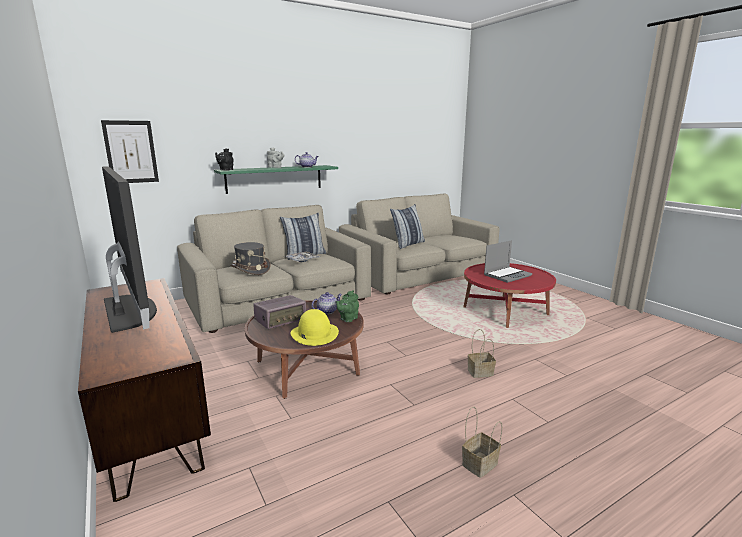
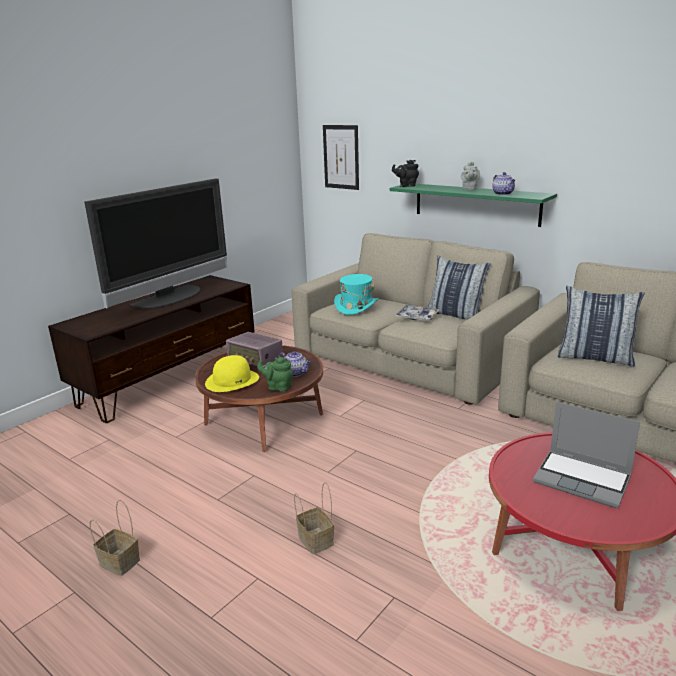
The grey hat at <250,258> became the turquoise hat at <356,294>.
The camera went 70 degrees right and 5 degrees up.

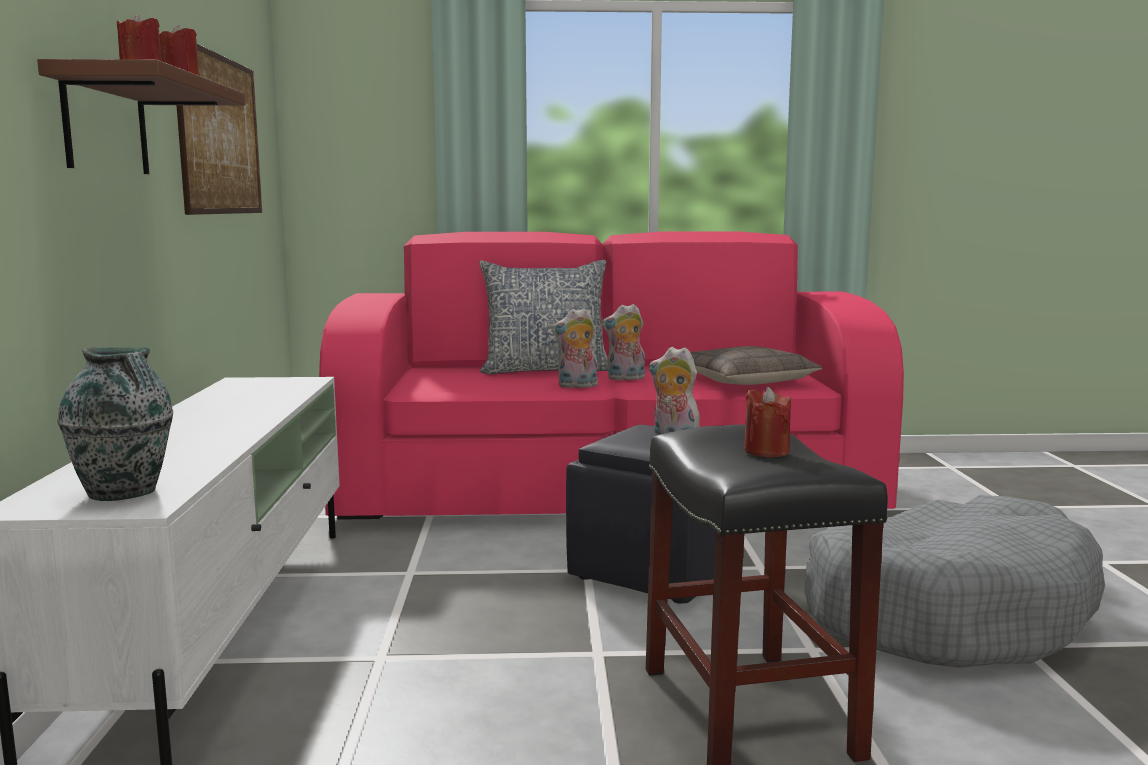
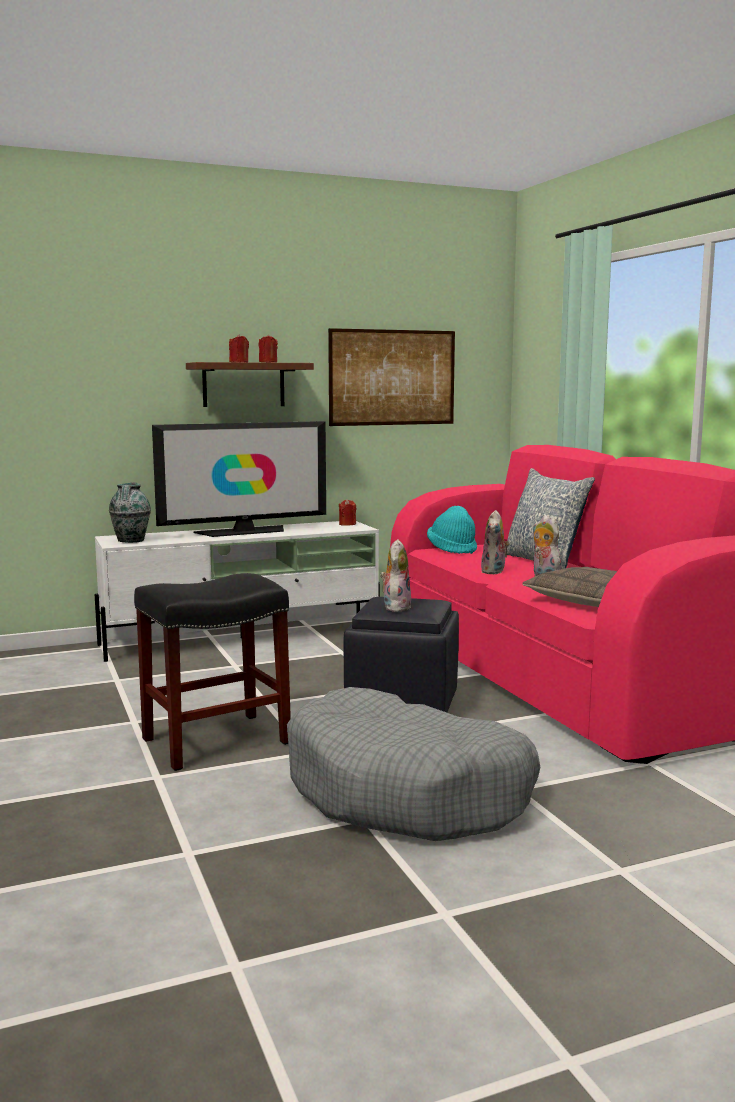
The plush toy at <574,348> turned 135 degrees counterclockwise.
The red candle moved from <767,422> to <348,512>.
The television at <239,479> appeared.
The turquoise hat at <452,530> appeared.
The camera went 70 degrees right and 0 degrees up.

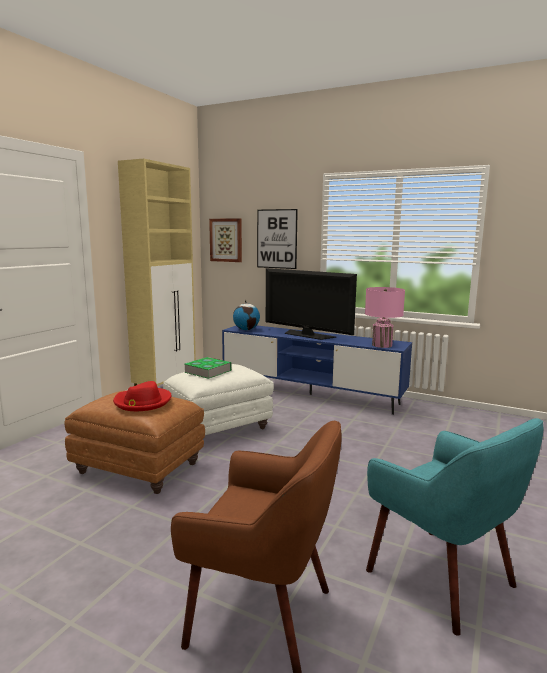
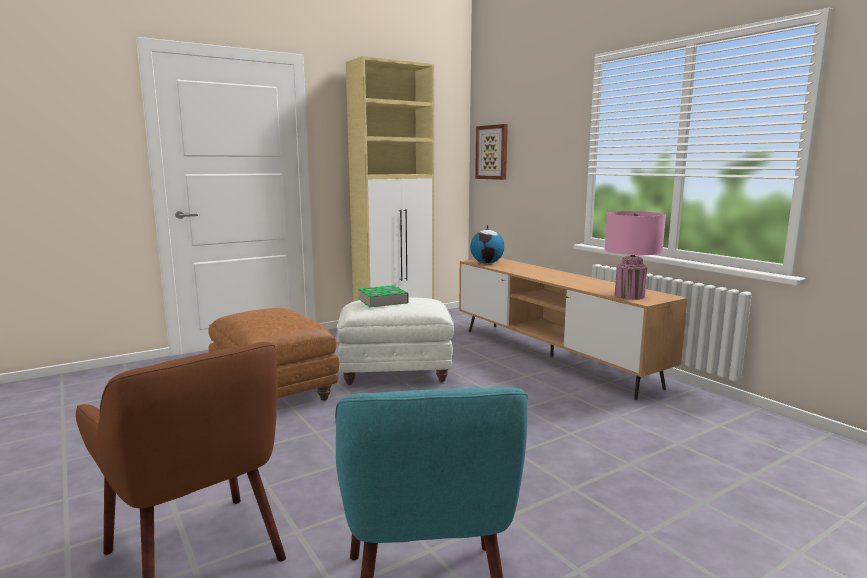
The picture at <277,239> disappeared.
The television at <311,304> disappeared.
The blue tv stand at <317,370> became the brown tv stand at <573,329>.
The red hat at <142,396> disappeared.
The camera went 30 degrees right and 0 degrees up.

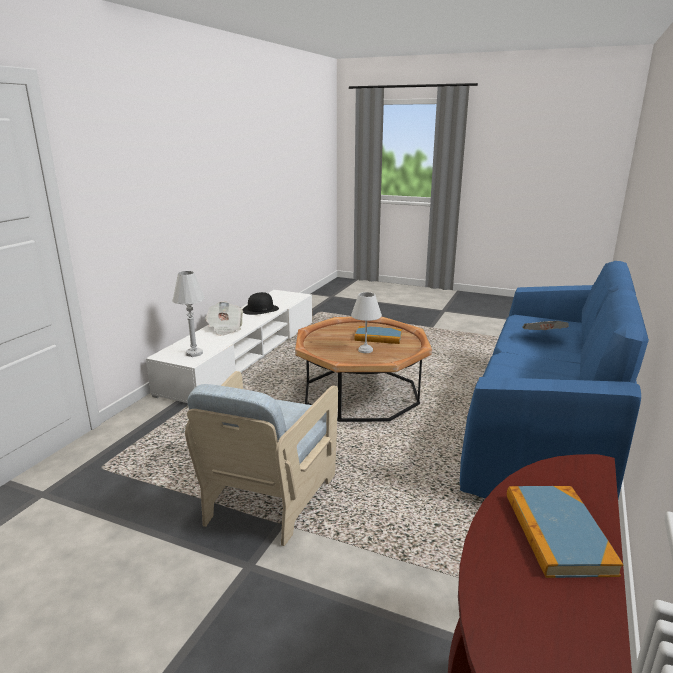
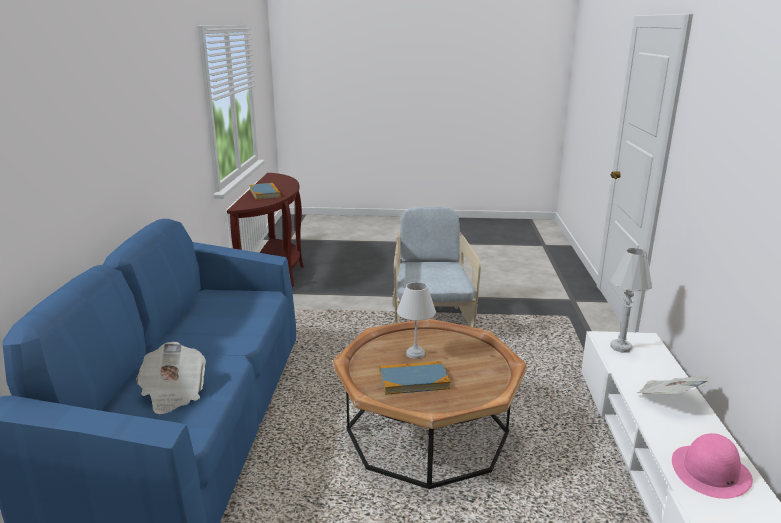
The black hat at <260,303> became the pink hat at <712,466>.
The camera went 160 degrees right and 0 degrees up.

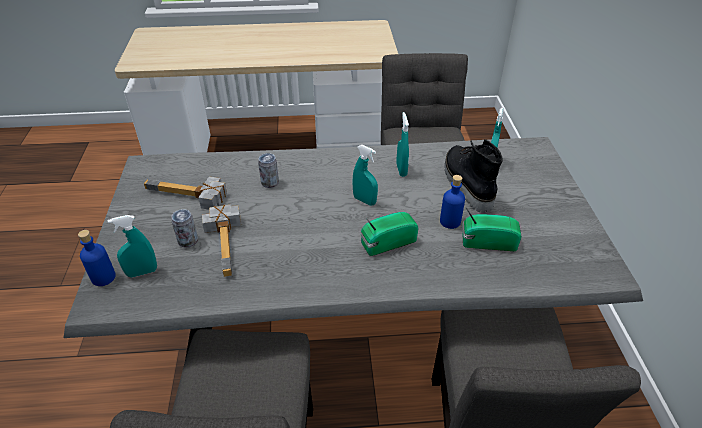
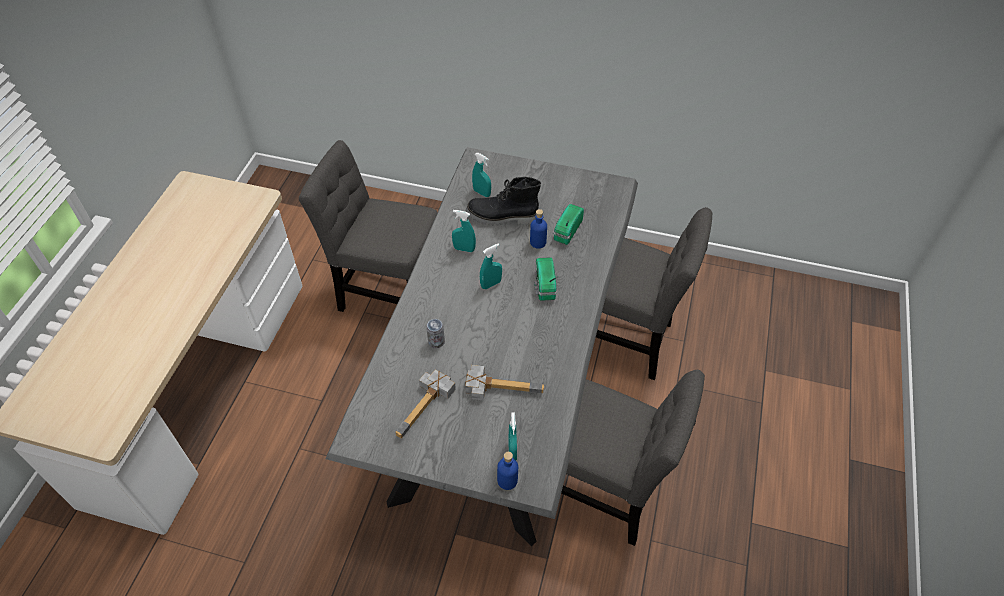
The can at <184,228> disappeared.
The camera went 70 degrees left and 10 degrees up.

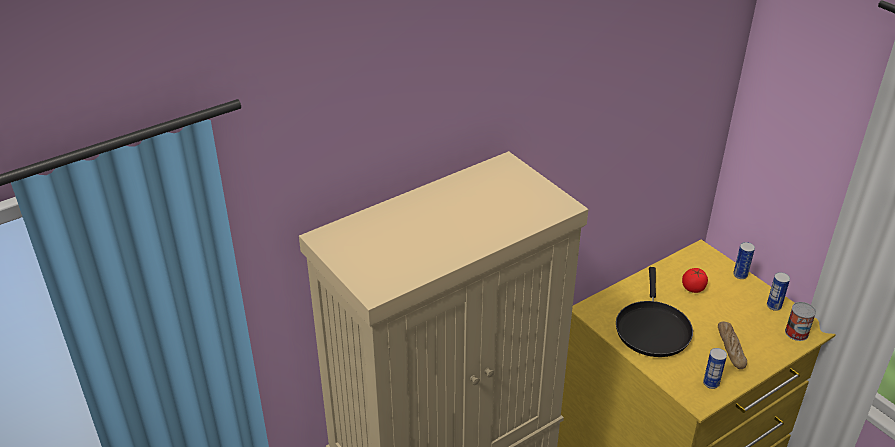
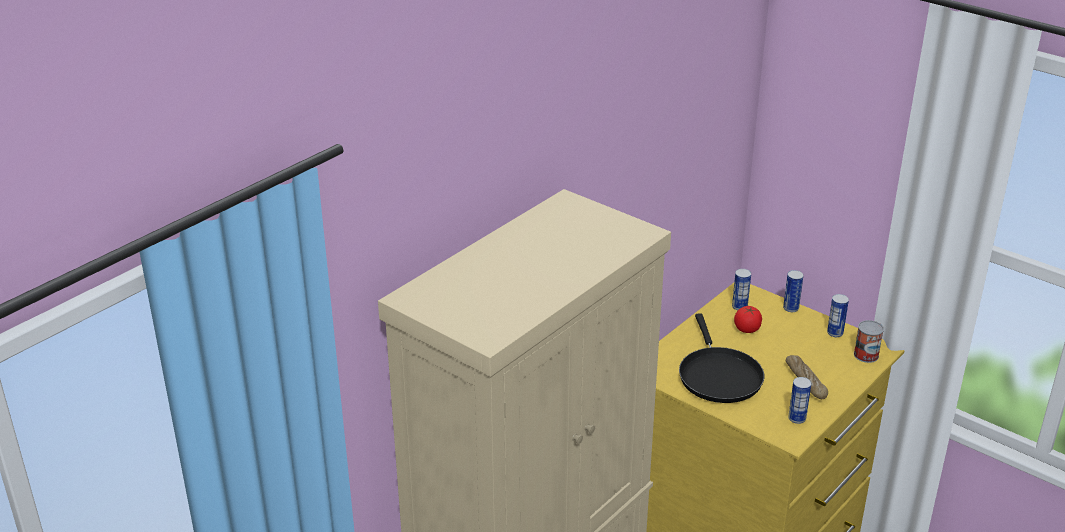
The can at <741,289> appeared.
The camera went 15 degrees left and 5 degrees down.

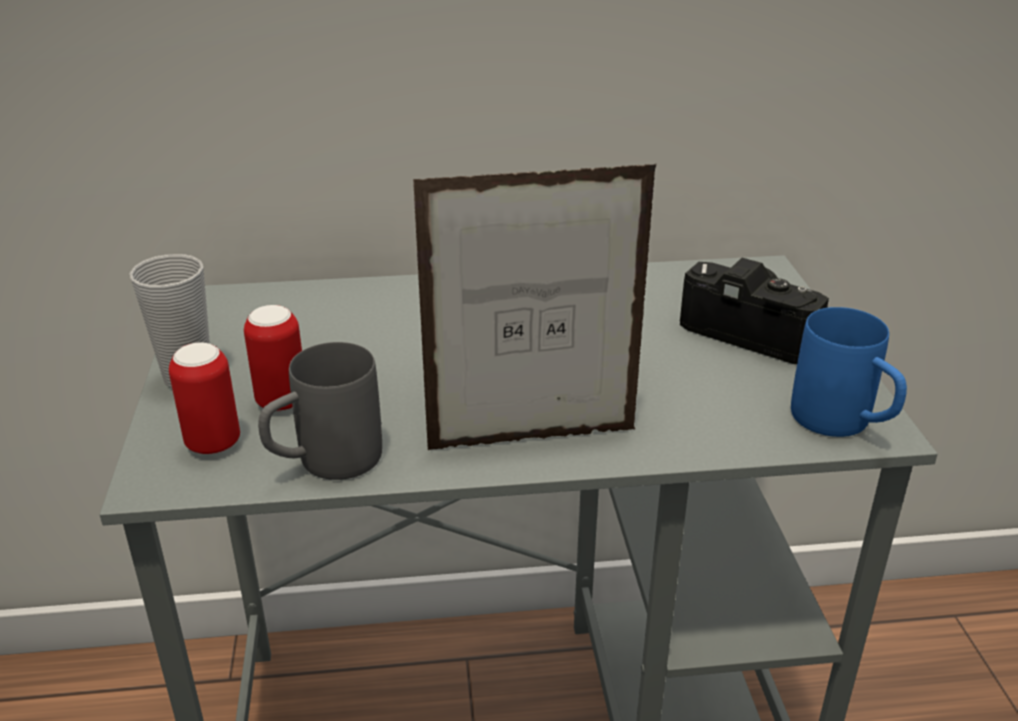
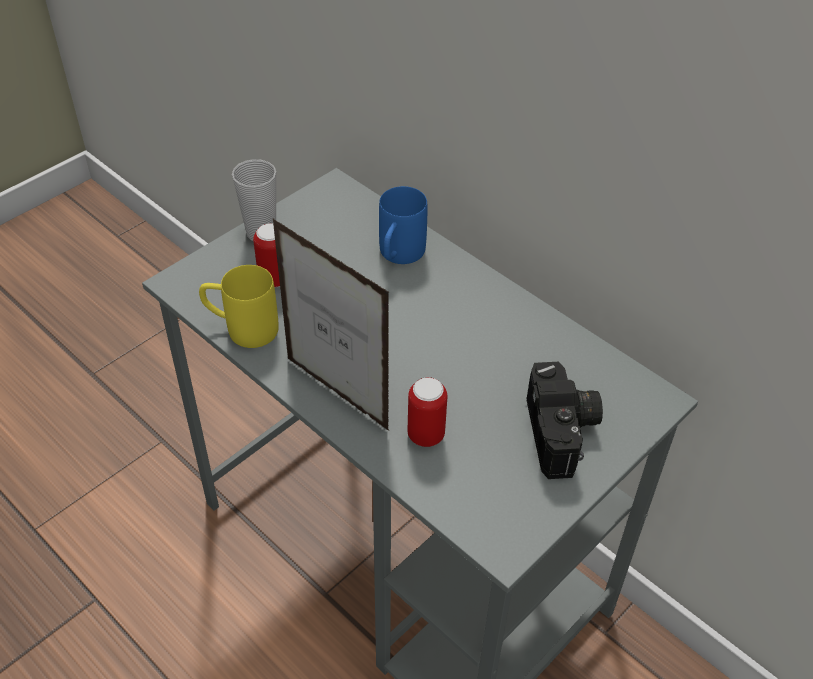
The blue mug moved from <849,372> to <403,225>.
The grey mug at <320,411> became the yellow mug at <239,306>.
The can moved from <204,399> to <427,412>.
The camera went 50 degrees right and 15 degrees up.

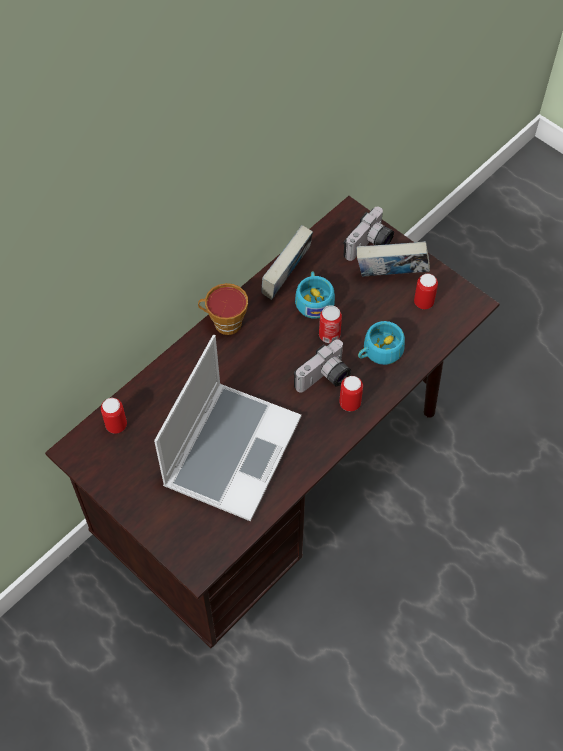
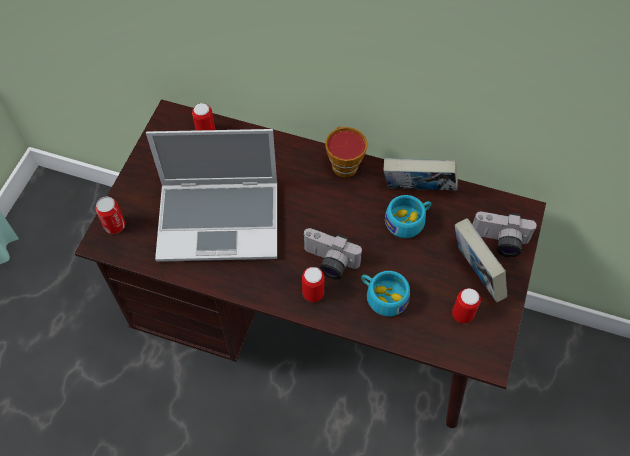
The can moved from <330,324> to <110,215>.
The camera went 65 degrees right and 0 degrees up.

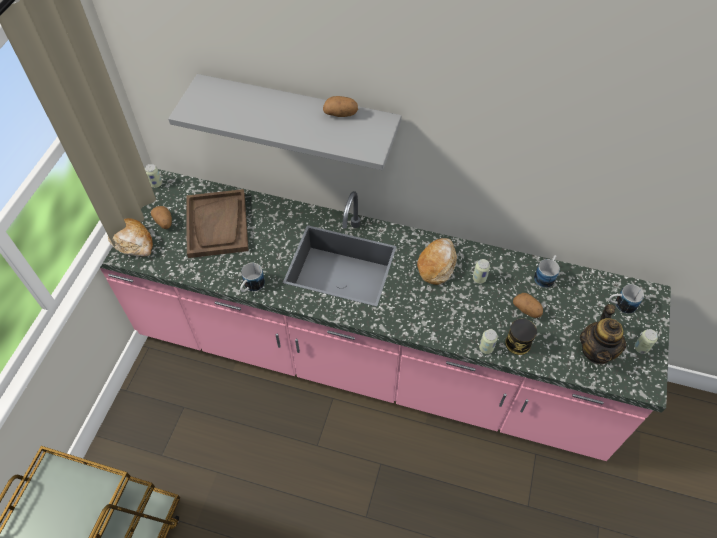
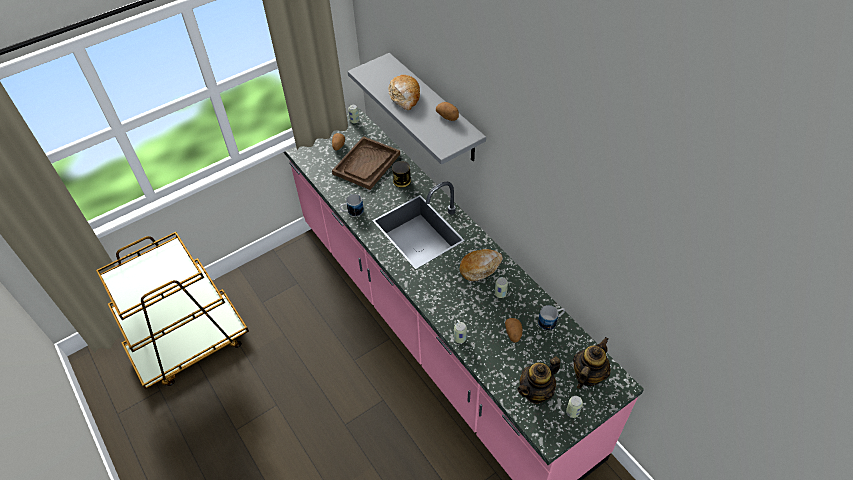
The bread moved from <130,237> to <404,92>.
The mug at <626,299> was replaced by the teapot at <592,363>.
The can moved from <521,336> to <401,174>.
The camera went 40 degrees right and 5 degrees down.

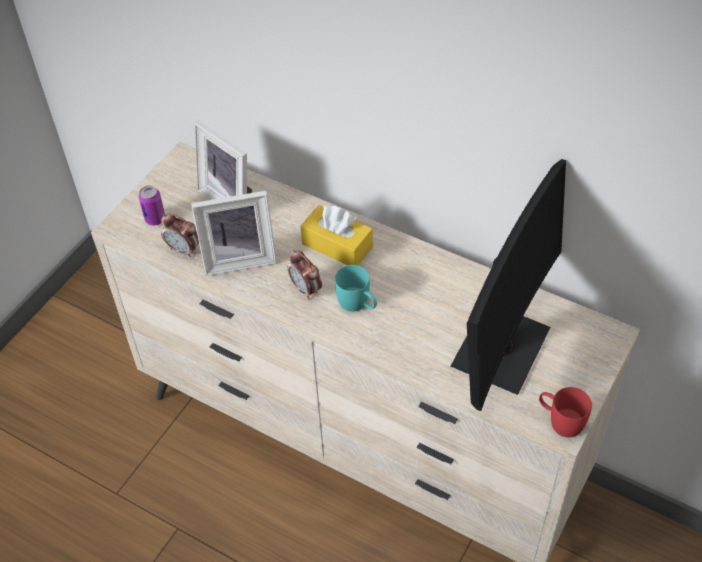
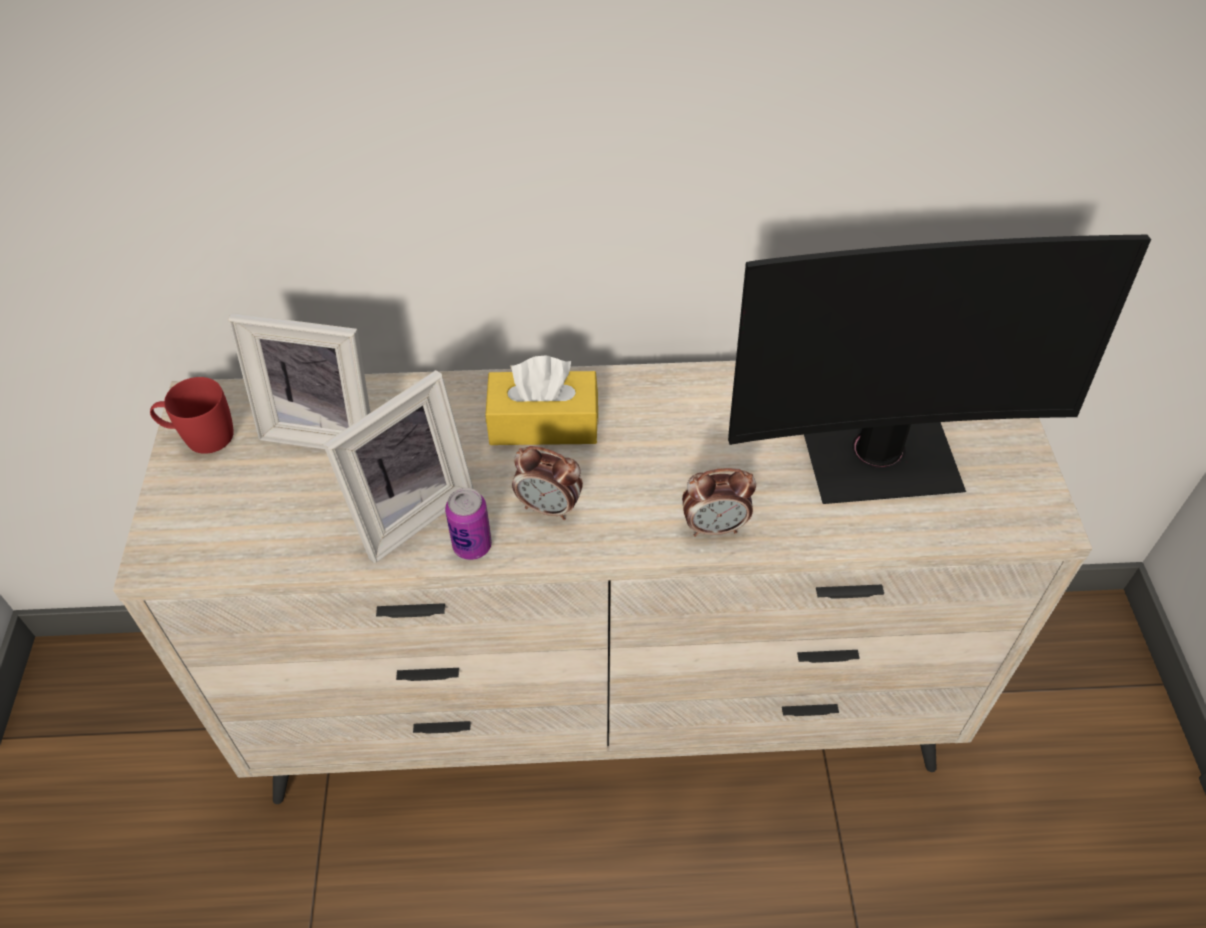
The monitor at <508,285> turned 90 degrees clockwise.
The can moved from <152,205> to <468,524>.
The alarm clock moved from <180,235> to <719,502>.
The turquoise mug at <356,288> disappeared.
The red mug moved from <565,412> to <192,415>.
The camera went 35 degrees left and 0 degrees up.

